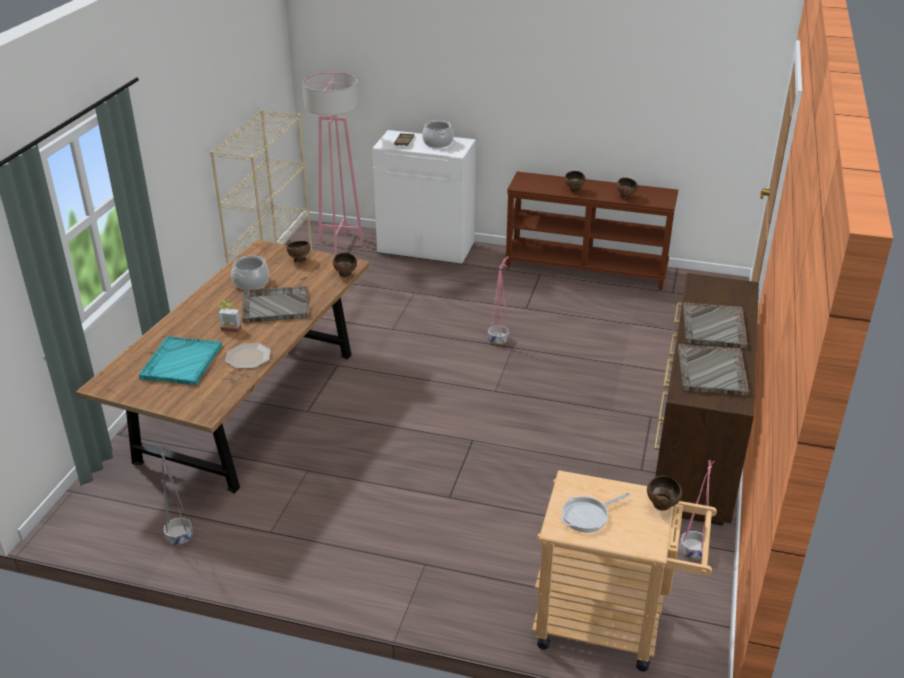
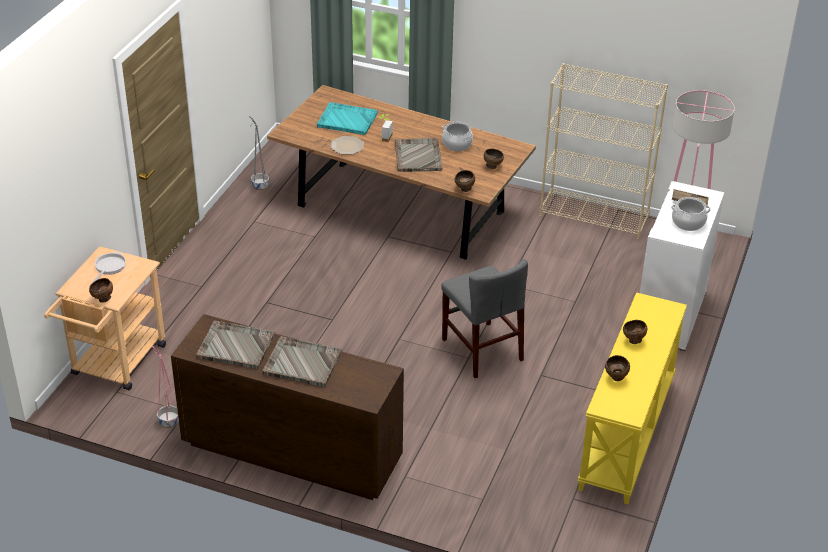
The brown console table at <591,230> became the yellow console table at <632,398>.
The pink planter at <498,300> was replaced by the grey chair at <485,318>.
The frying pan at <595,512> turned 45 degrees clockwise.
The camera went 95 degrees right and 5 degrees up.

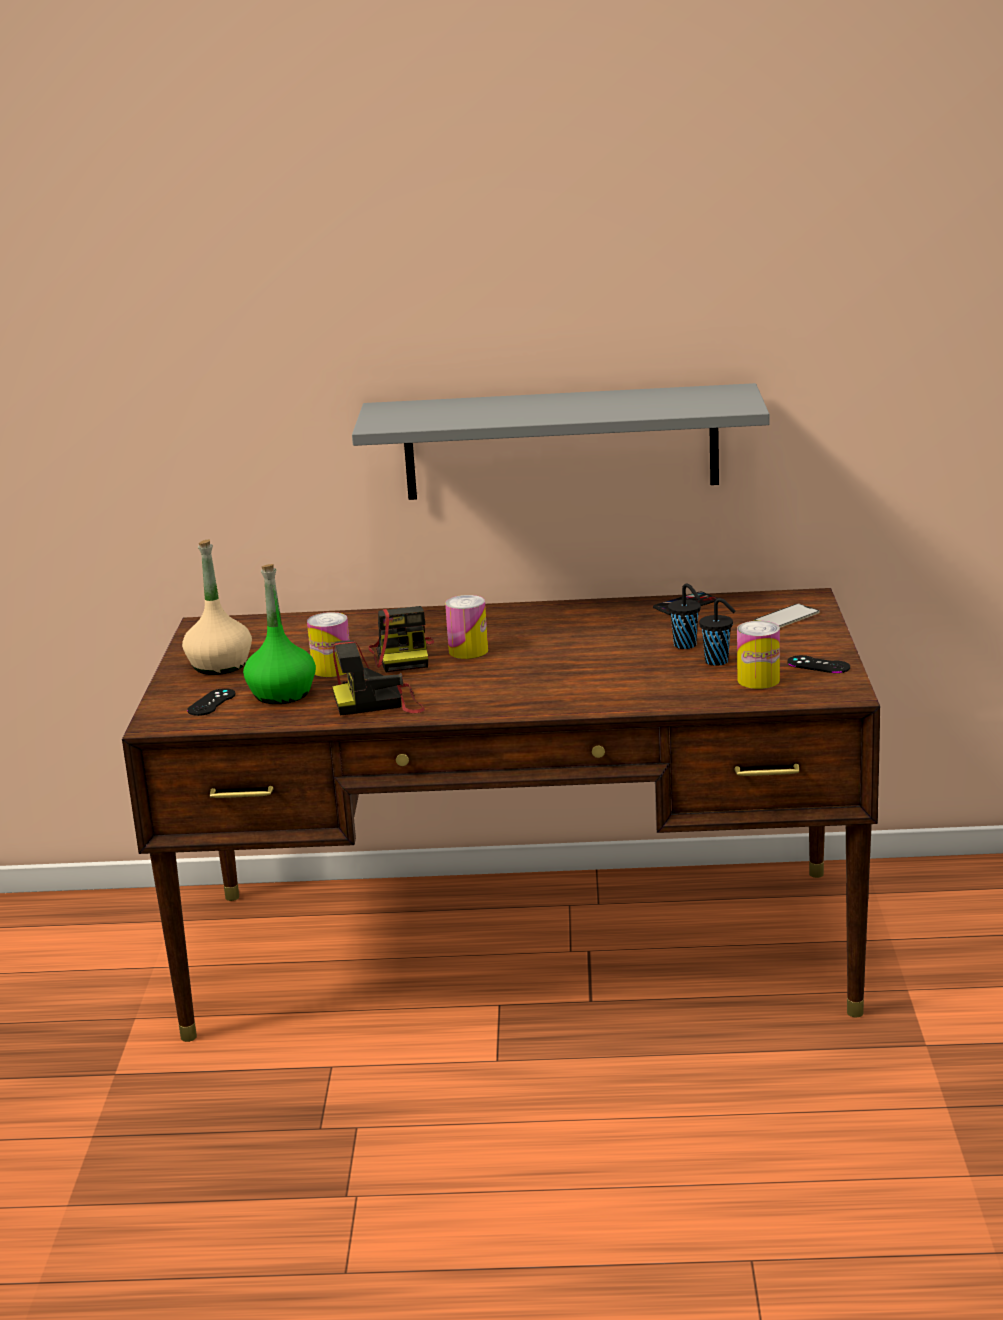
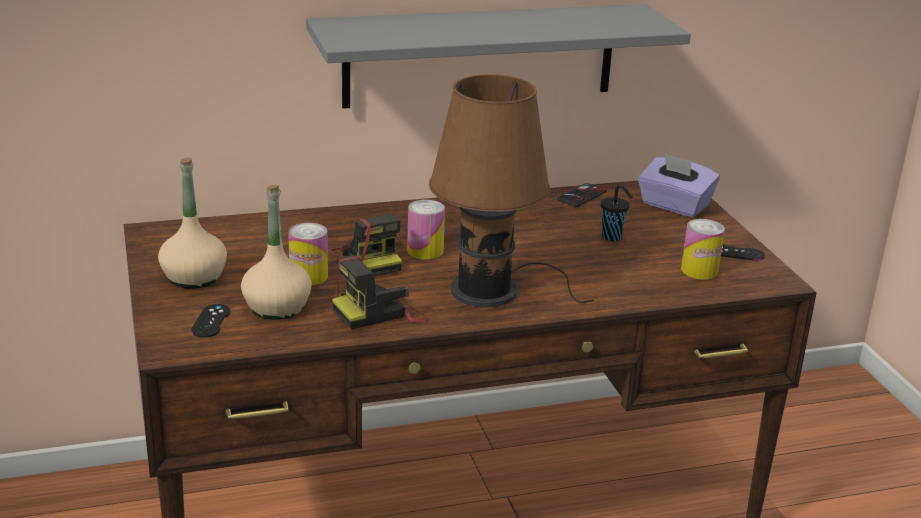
The green bottle at <279,634> became the beige bottle at <276,252>.
The black cup at <717,632> disappeared.
The phone at <787,616> was replaced by the purple tissue box at <679,185>.
The brown table lamp at <511,190> appeared.
The camera went 20 degrees left and 5 degrees up.

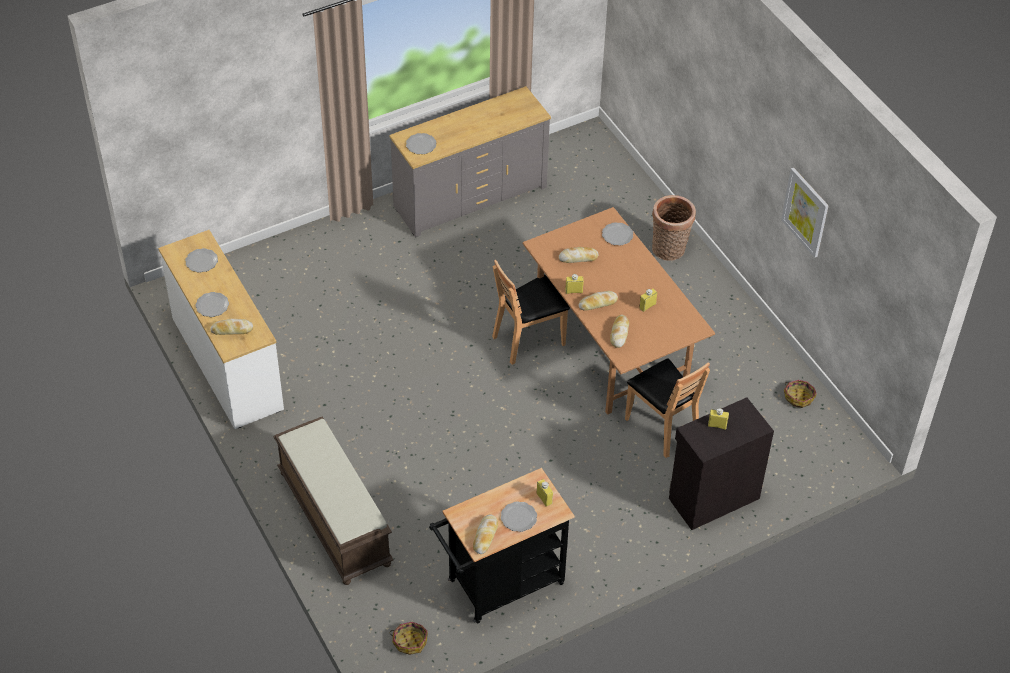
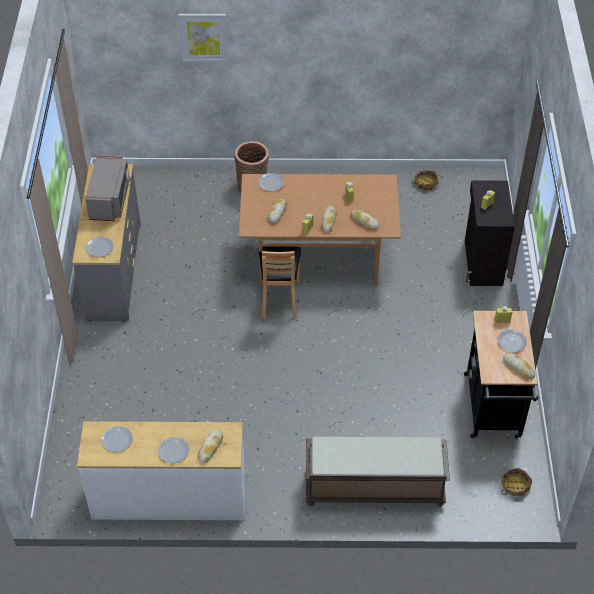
The picture moved from <805,213> to <203,38>.
The brown chair at <667,408> disappeared.
The grey microwave at <108,187> appeared.
The camera went 60 degrees left and 0 degrees up.

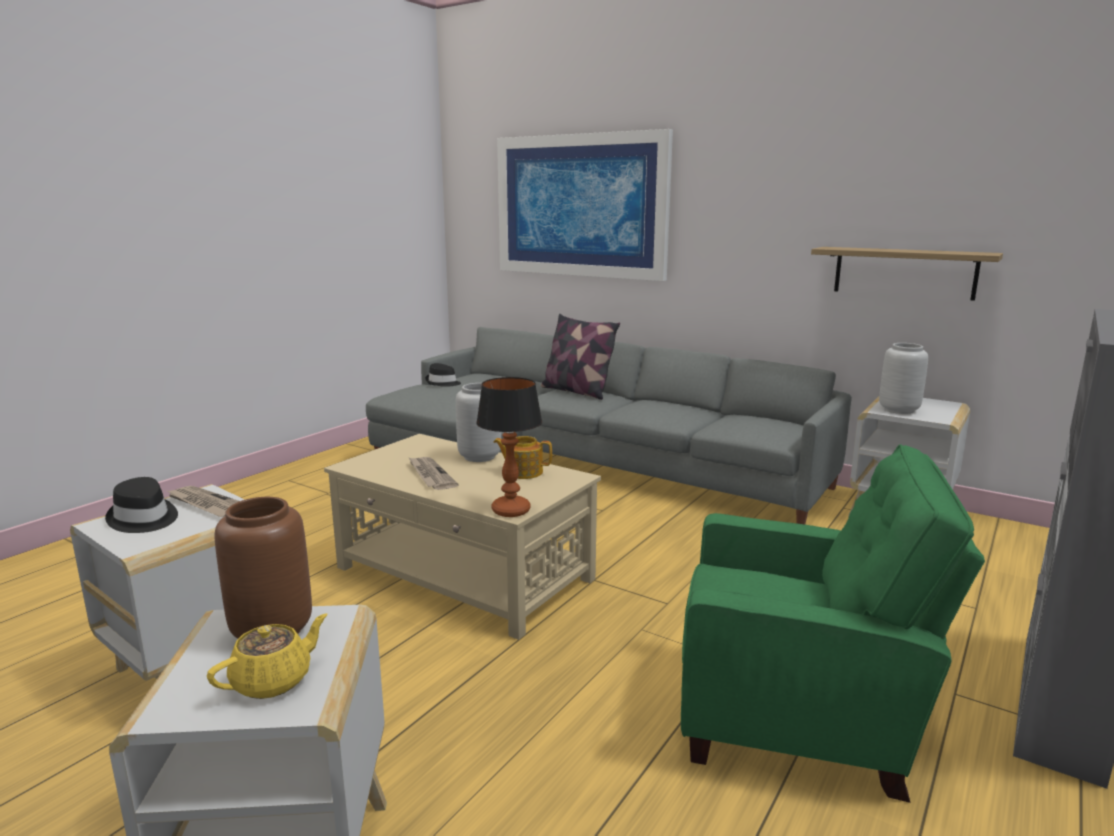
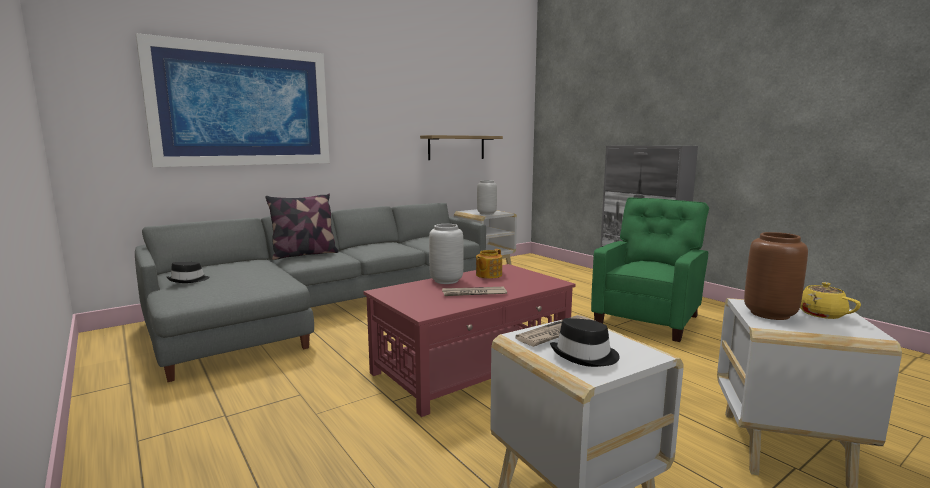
The table lamp at <509,447> disappeared.
The beige coffee table at <462,537> became the red coffee table at <469,340>.
The camera went 70 degrees left and 5 degrees down.

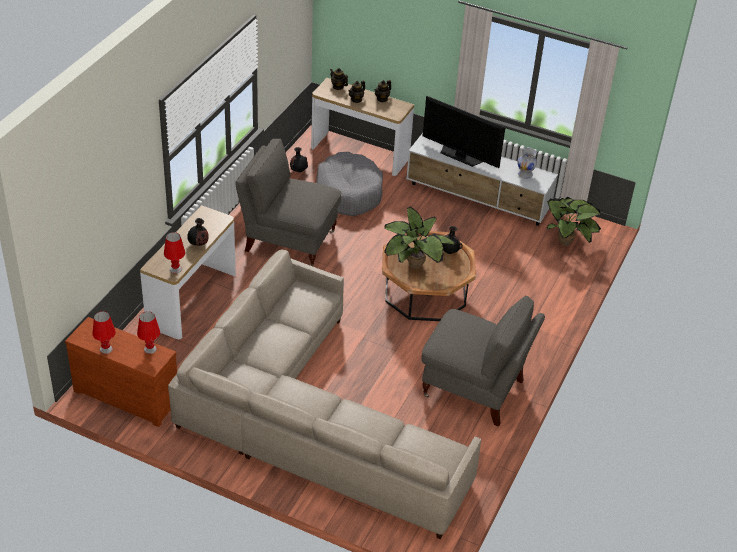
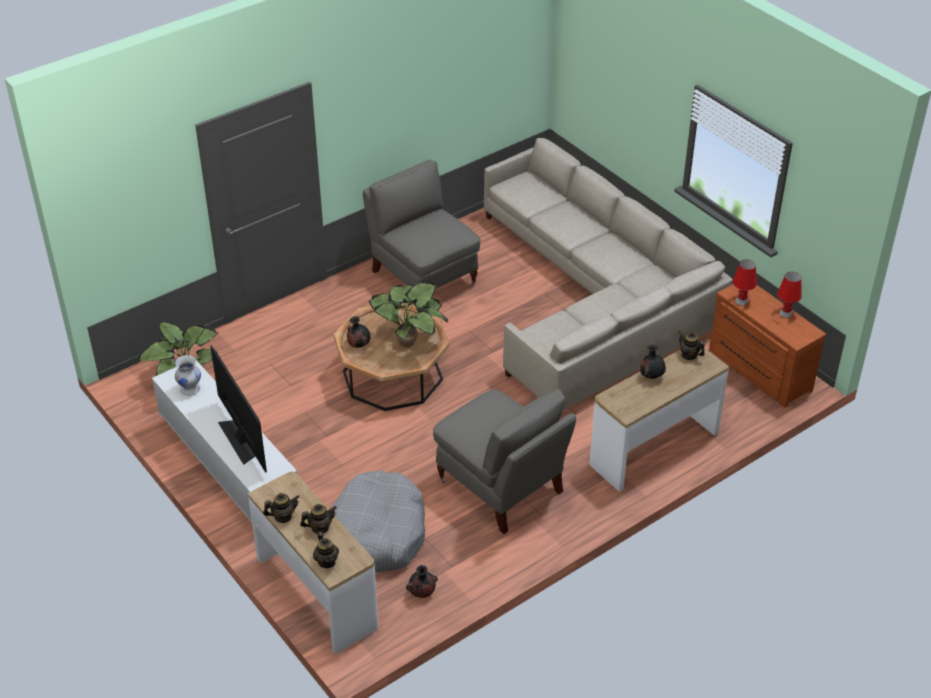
The red table lamp at <174,253> was replaced by the teapot at <692,345>.
The camera went 150 degrees left and 0 degrees up.

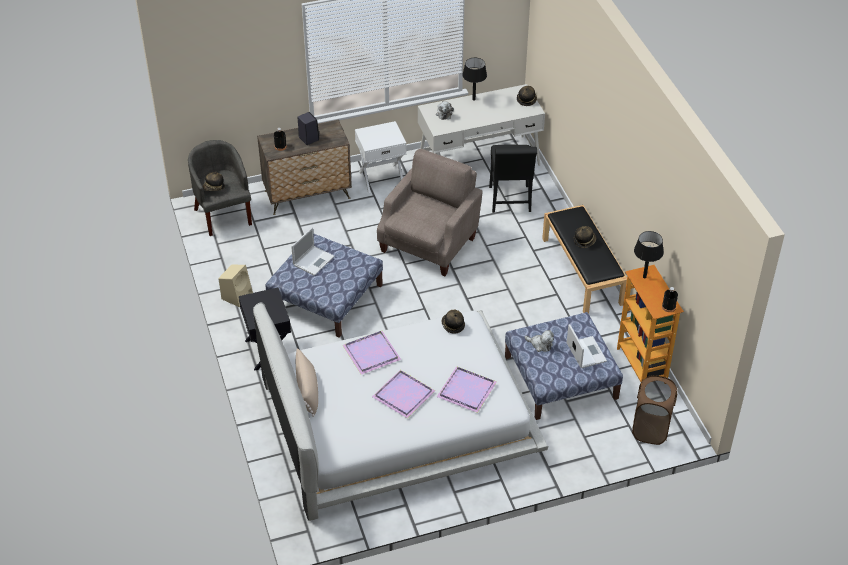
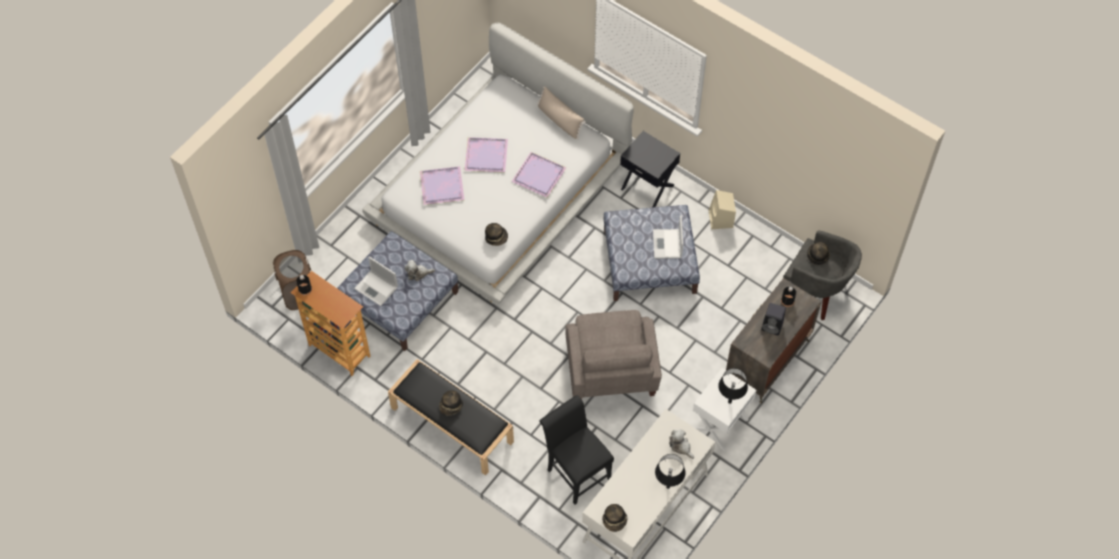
The black table lamp moved from <649,255> to <733,386>.
The camera went 145 degrees right and 15 degrees up.

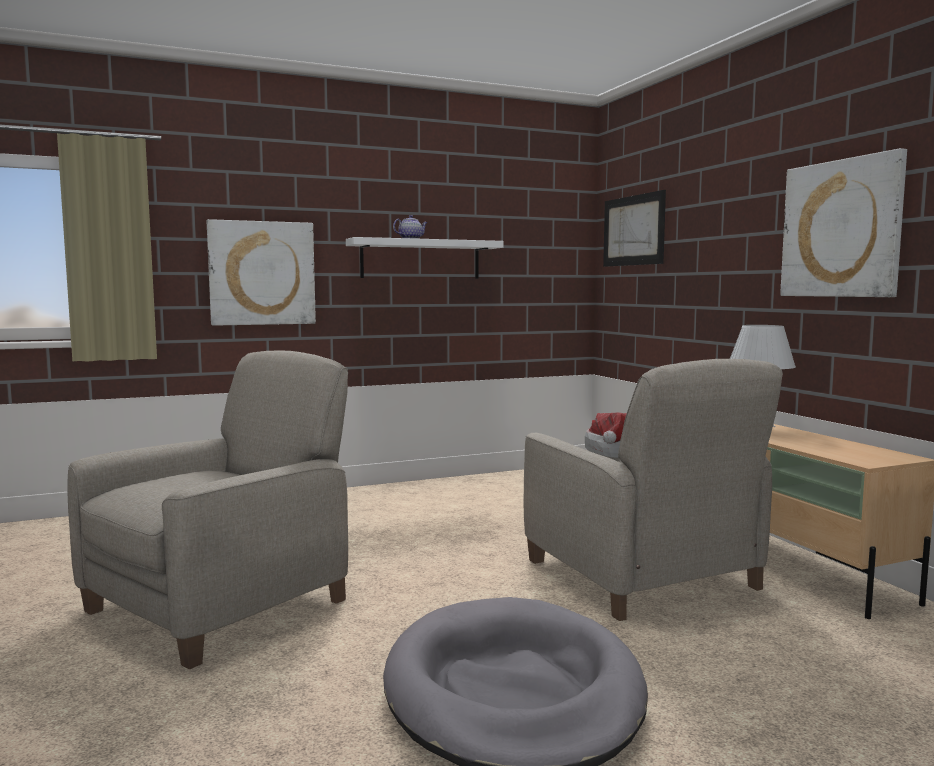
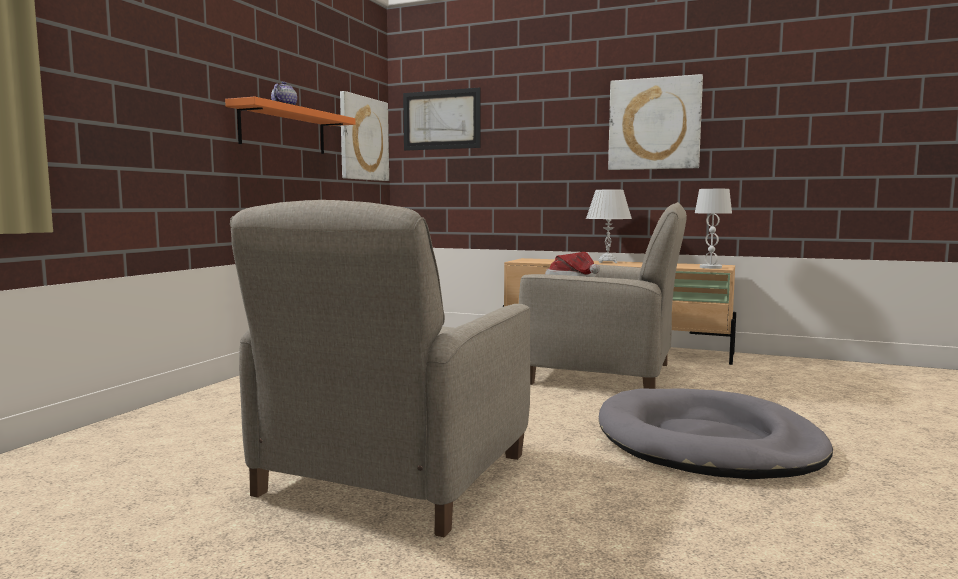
The picture moved from <261,272> to <364,136>.
The white shelf at <424,258> became the orange shelf at <290,125>.
The beige armchair at <207,510> turned 150 degrees counterclockwise.
The white table lamp at <713,229> appeared.
The camera went 45 degrees left and 0 degrees up.

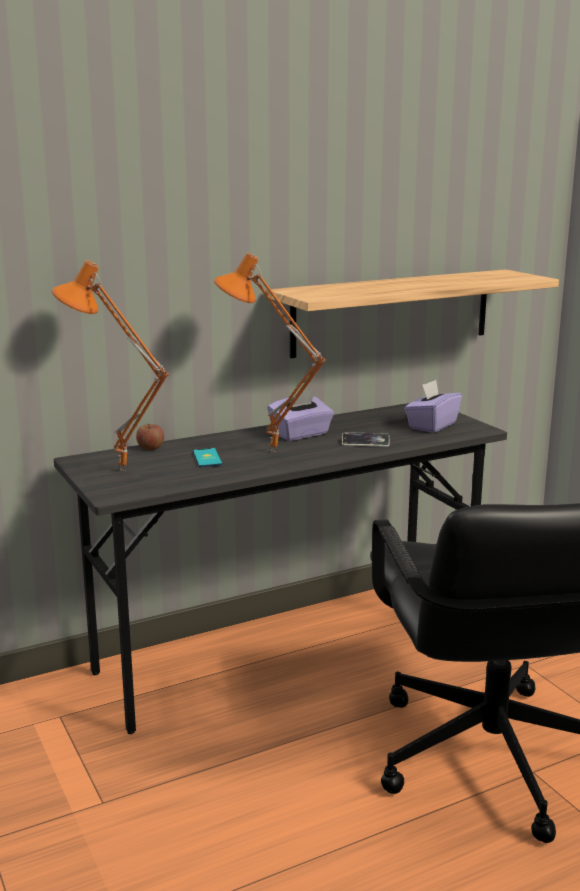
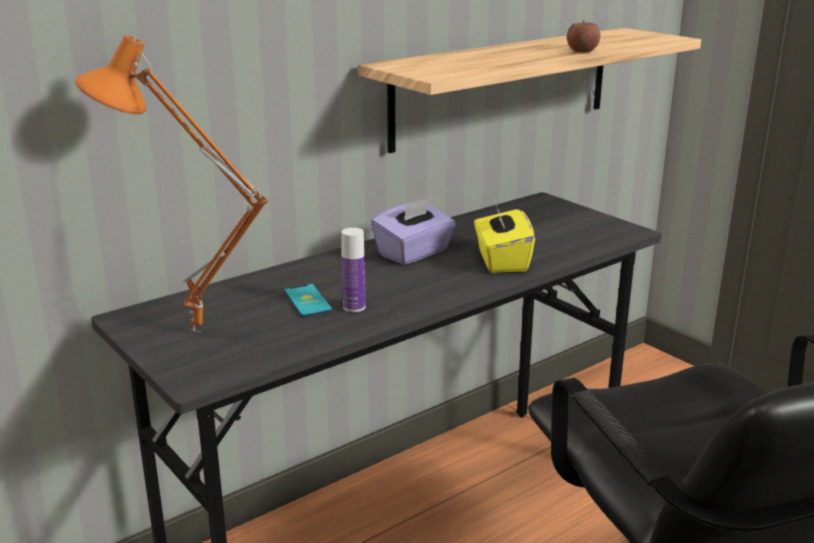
The orange table lamp at <270,352> disappeared.
The purple tissue box at <433,406> disappeared.
The apple moved from <150,437> to <583,36>.
The phone at <365,439> was replaced by the yellow tissue box at <504,237>.
The bottle at <353,270> appeared.
The camera went 10 degrees left and 5 degrees up.

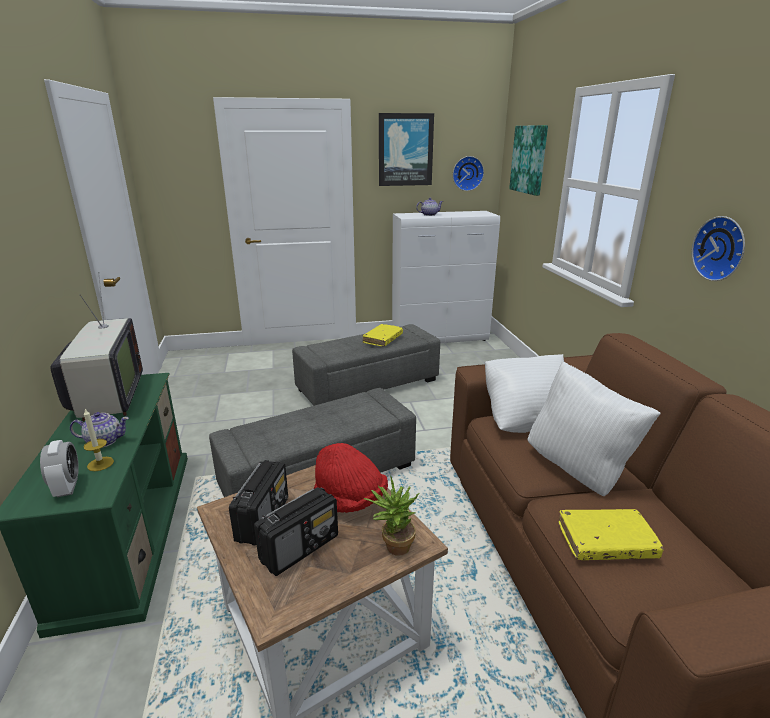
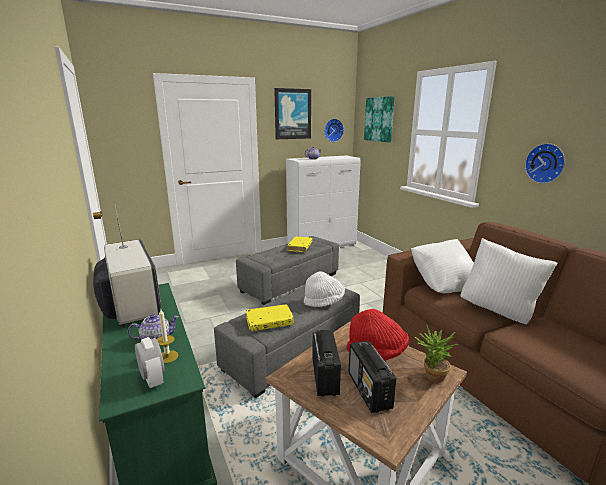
The radio at <296,531> turned 135 degrees clockwise.
The yellow book moved from <611,534> to <270,317>.
The white hat at <324,289> appeared.
The camera went 15 degrees left and 5 degrees down.

